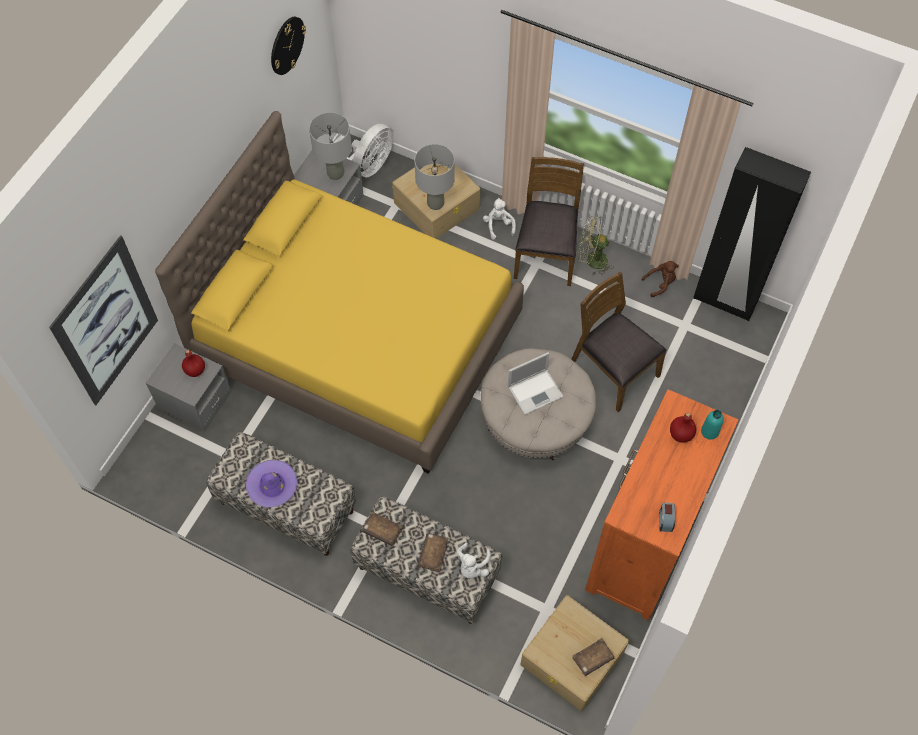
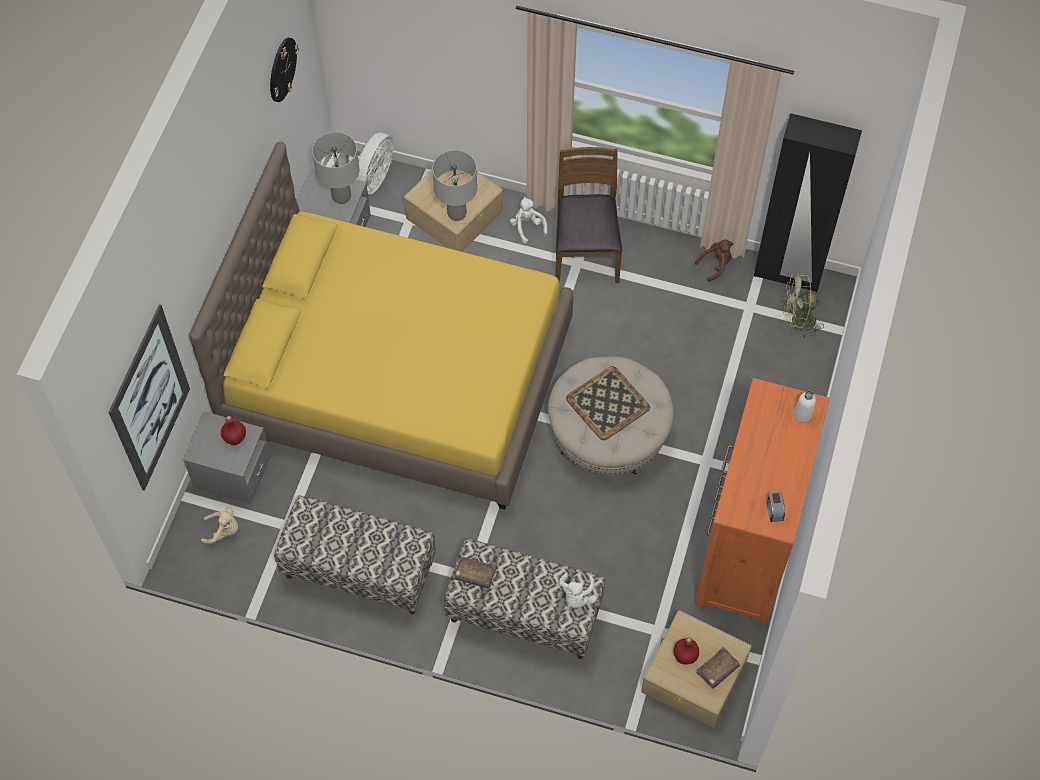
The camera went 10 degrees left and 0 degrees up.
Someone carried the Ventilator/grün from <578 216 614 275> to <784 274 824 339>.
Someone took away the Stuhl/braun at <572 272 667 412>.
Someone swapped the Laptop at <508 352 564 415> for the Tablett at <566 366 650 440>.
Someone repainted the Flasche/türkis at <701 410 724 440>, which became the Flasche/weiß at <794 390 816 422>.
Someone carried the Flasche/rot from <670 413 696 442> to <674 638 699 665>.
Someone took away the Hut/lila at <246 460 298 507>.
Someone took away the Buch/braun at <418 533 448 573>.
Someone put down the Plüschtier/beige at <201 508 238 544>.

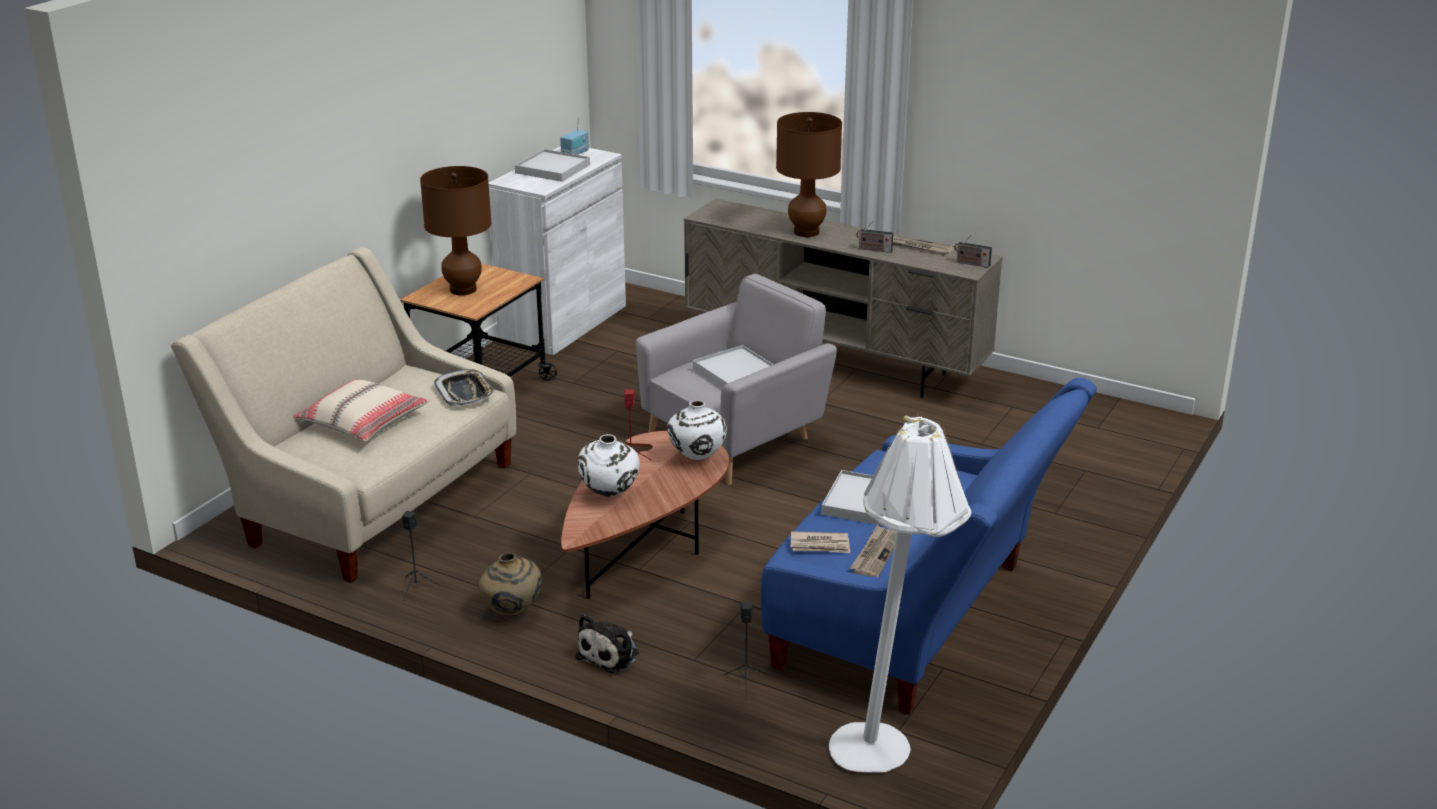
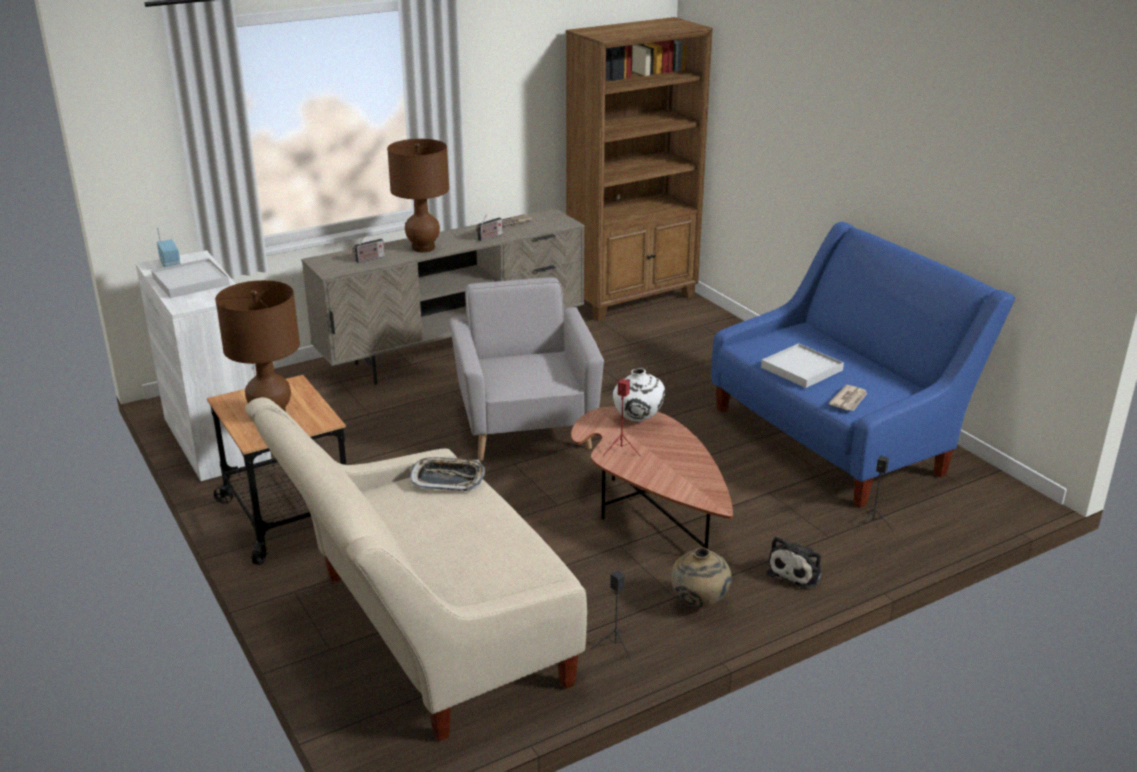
The camera went 60 degrees left and 0 degrees up.
Someone carried the Radio from <954 235 992 268> to <352 234 385 263>.
Someone took away the Tablett/weiß at <693 345 774 388>.
Someone took away the Kissen/beige at <293 379 429 442>.
Someone took away the Stehlampe/weiß at <829 415 971 773>.
Someone took away the Vase/weiß at <578 434 640 497>.
Someone took away the Zeitung at <850 525 896 577>.
Someone rotated the Plüschtier at <575 614 639 673> by 60 degrees clockwise.
Someone put down the Bücherregal/braun at <566 17 713 321>.

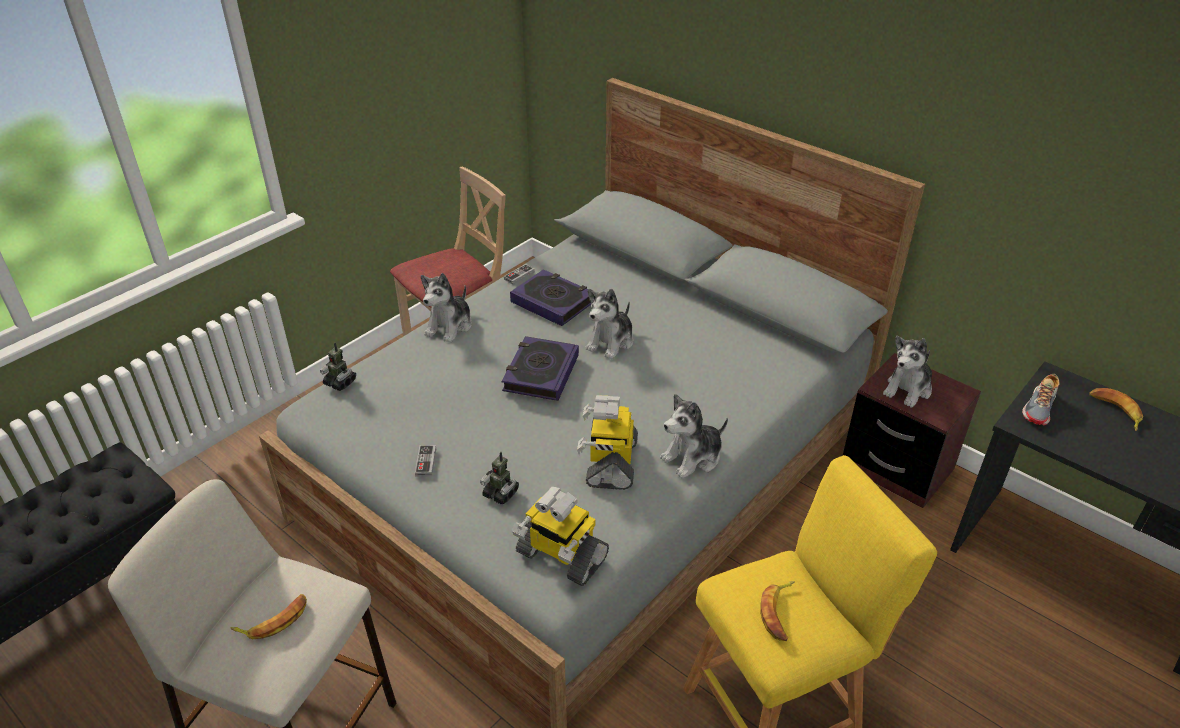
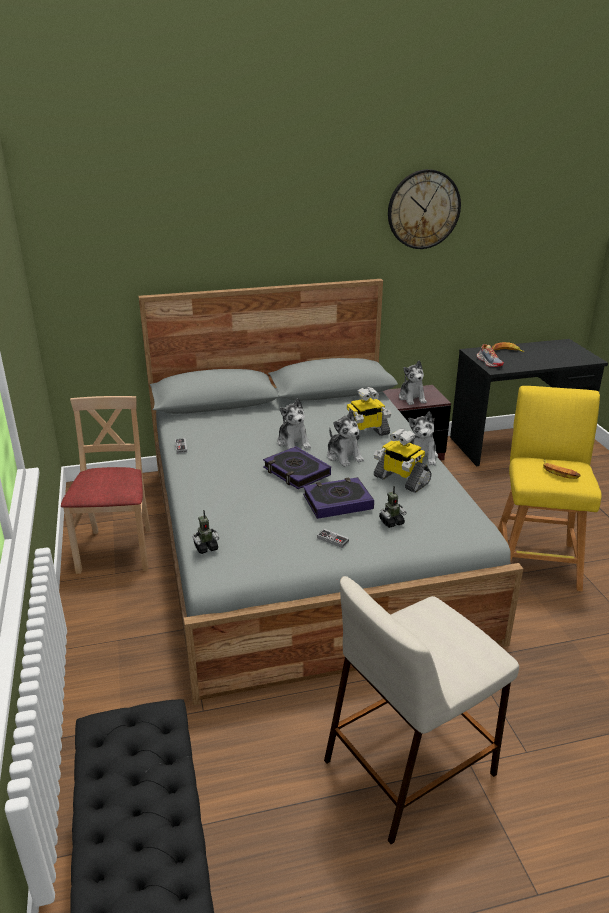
The camera went 55 degrees left and 10 degrees down.
Someone carried the Buch from <510 269 591 326> to <303 477 374 519>.
Someone carried the Plüschtier from <421 273 472 343> to <327 411 364 467>.
Someone carried the Spielzeugroboter from <512 486 609 586> to <344 387 391 440>.
Someone took away the Banane at <230 594 307 639>.
Someone put up the Wanduhr at <388 169 461 249>.

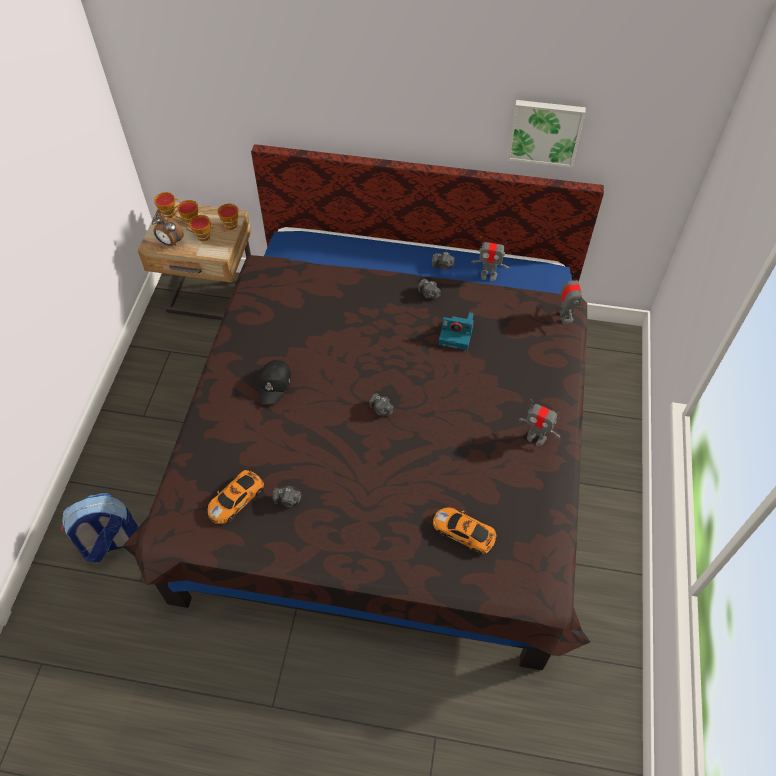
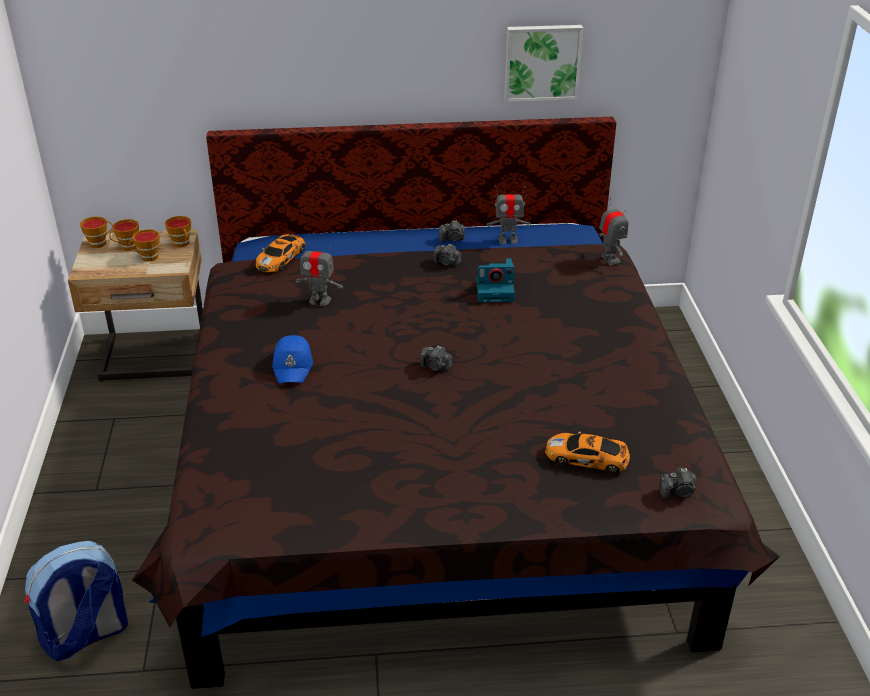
The camera went 15 degrees left and 20 degrees down.
Someone took away the Wecker at <152 214 184 246>.
Someone repainted the Kappe/schwarz at <258 360 291 405>, which became the Kappe/blau at <272 335 313 383>.
Someone carried the Spielzeugroboter from <519 399 560 446> to <295 240 343 306>.
Someone carried the Spielzeugauto from <208 470 264 524> to <256 234 305 272>.
Someone carried the Kamera from <273 486 301 507> to <659 468 697 499>.

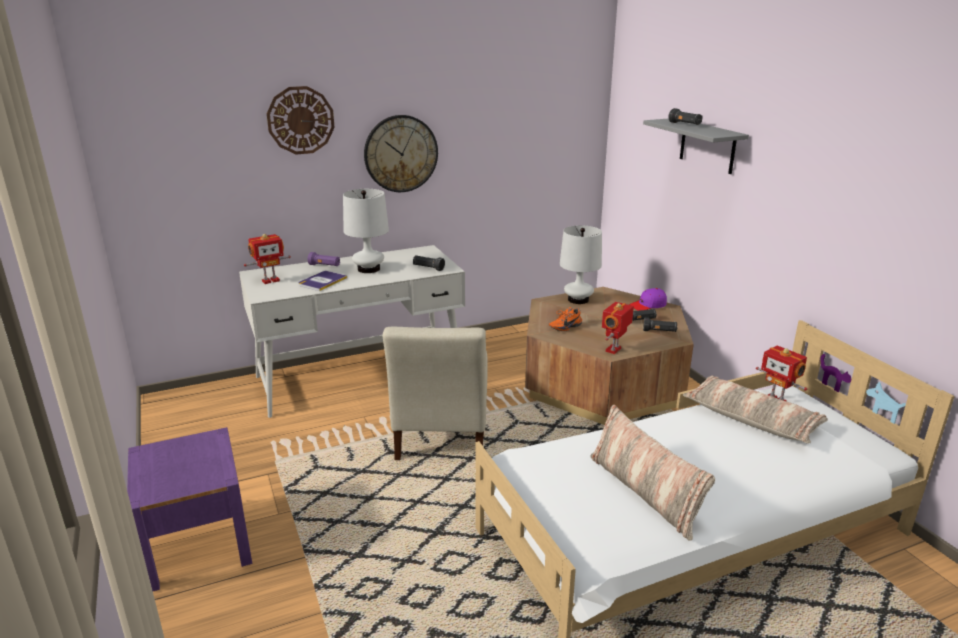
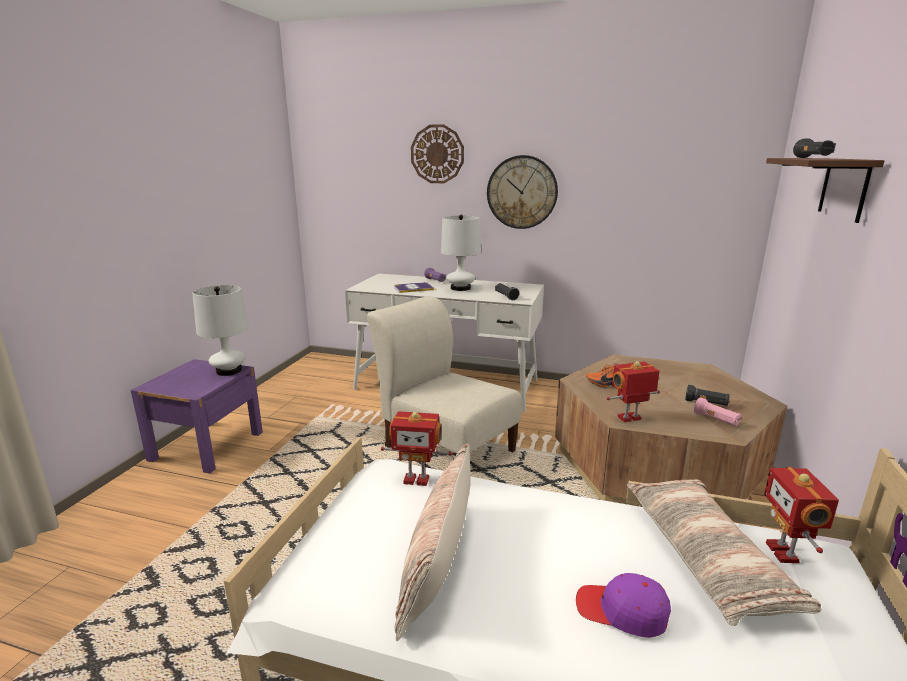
The camera went 40 degrees right and 5 degrees down.
Someone repainted the Wandregal/grau at <643 118 749 174>, which became the Wandregal/braun at <766 158 884 223>.
Someone carried the Tischlampe/weiß from <560 225 602 304> to <192 285 249 376>.
Someone carried the Spielzeugroboter from <244 234 291 284> to <381 411 452 486>.
Someone carried the Kappe/lila from <629 288 667 311> to <576 573 671 638>.
Someone repainted the Taschenlampe/schwarz at <643 318 677 332>, which became the Taschenlampe/rosa at <693 398 741 426>.
Someone rotated the Stuhl/beige at <382 327 488 460> by 90 degrees clockwise.

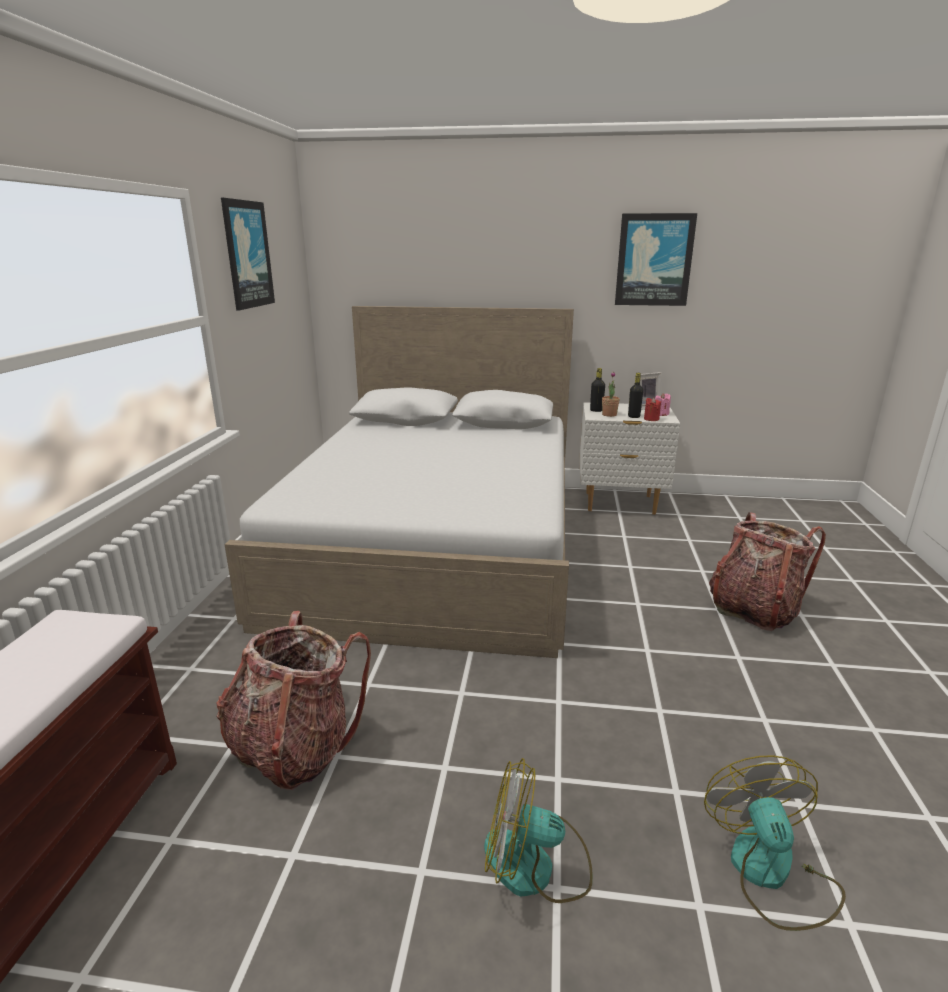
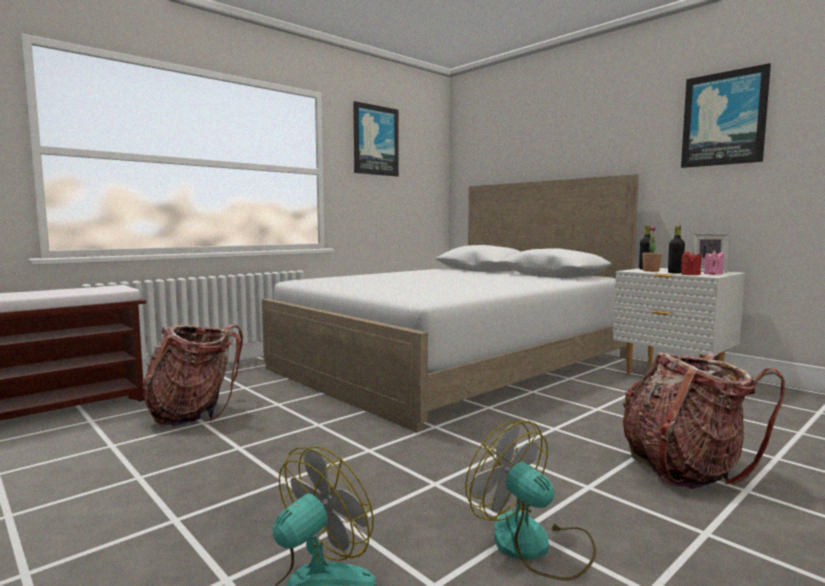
The camera went 40 degrees right and 15 degrees down.
Someone carried the Ventilator from <484 758 593 903> to <465 421 596 581>.

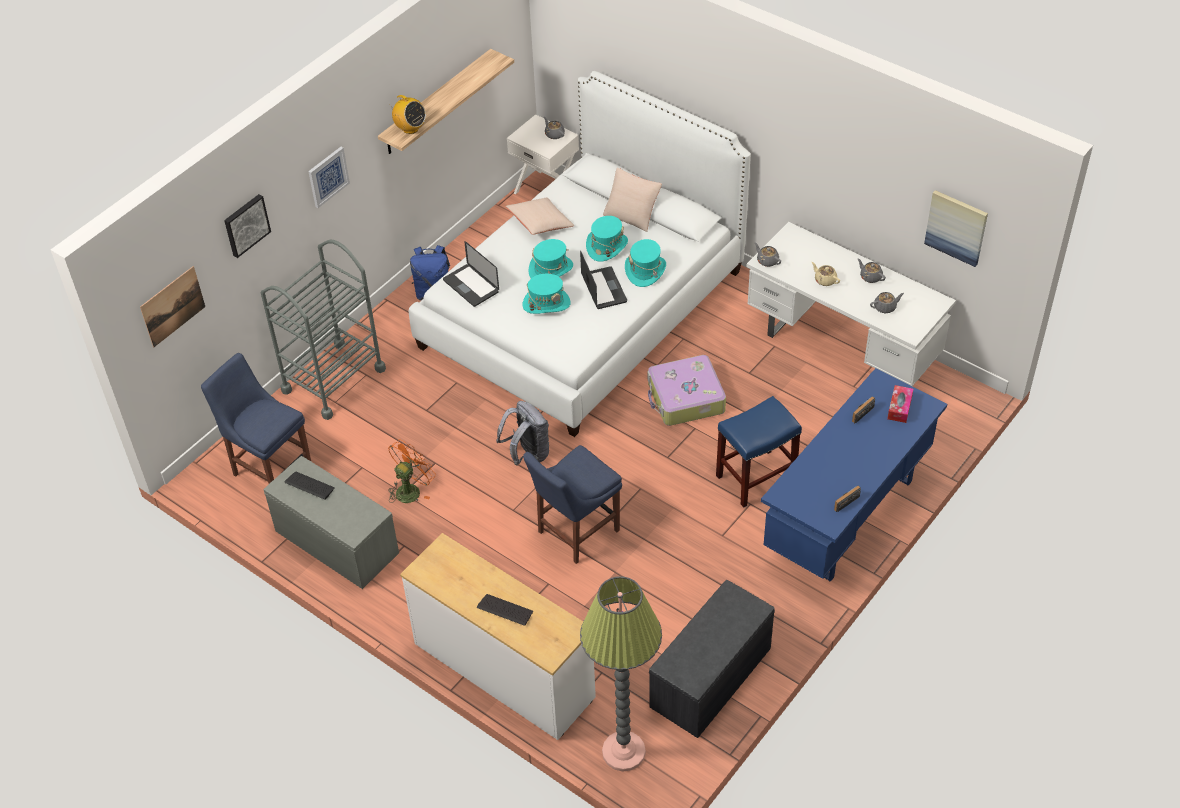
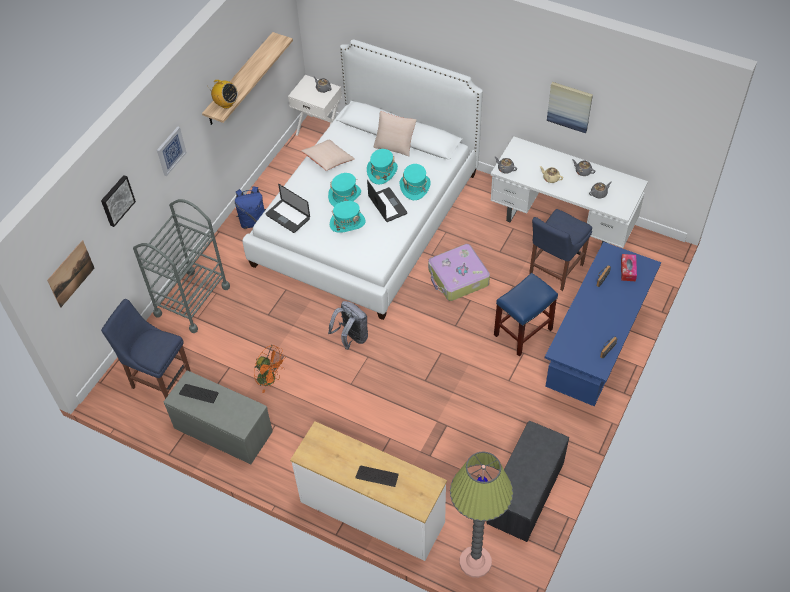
The camera went 10 degrees left and 5 degrees up.
Someone carried the Bild from <924 190 988 267> to <547 82 593 133>.
Someone rotated the Ventilator/orange at <388 439 436 503> by 90 degrees clockwise.
Someone carried the Stuhl/blau from <523 445 622 564> to <529 209 592 291>.

